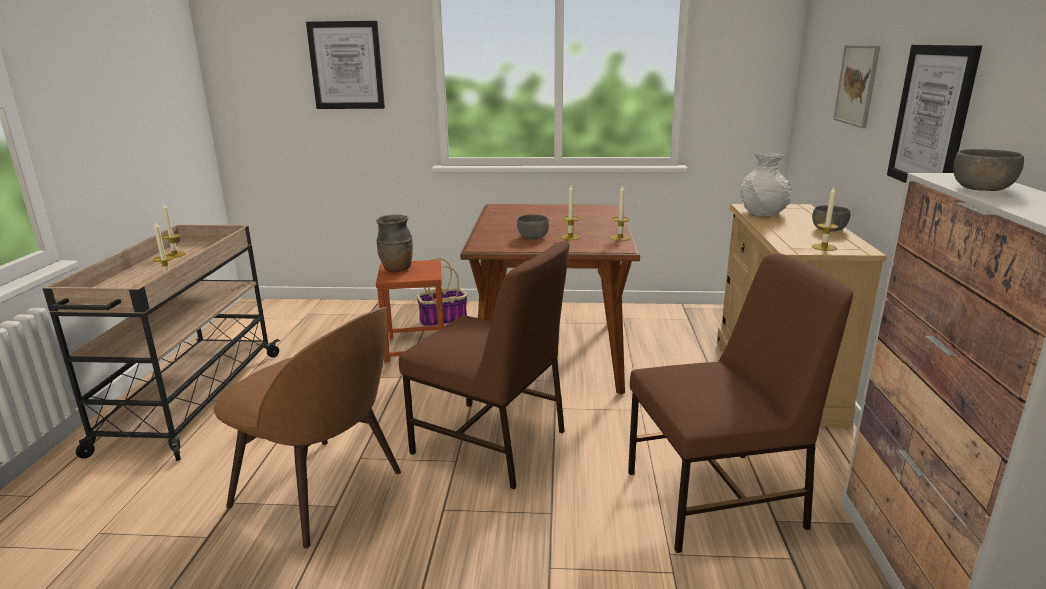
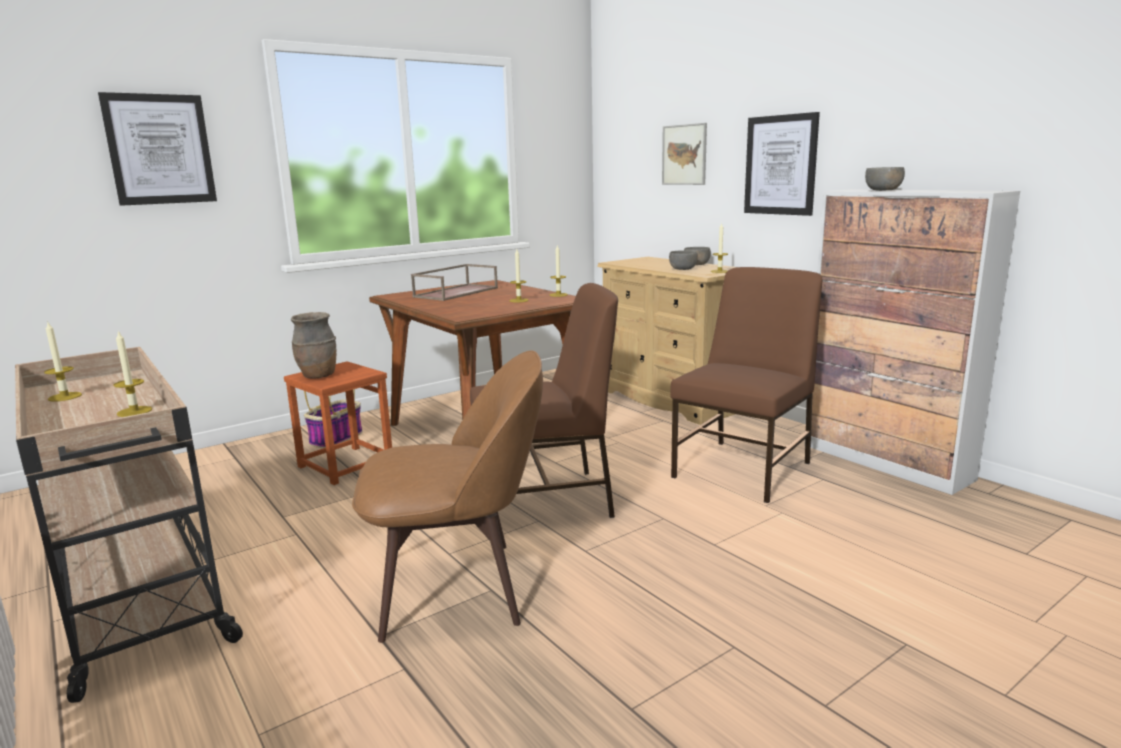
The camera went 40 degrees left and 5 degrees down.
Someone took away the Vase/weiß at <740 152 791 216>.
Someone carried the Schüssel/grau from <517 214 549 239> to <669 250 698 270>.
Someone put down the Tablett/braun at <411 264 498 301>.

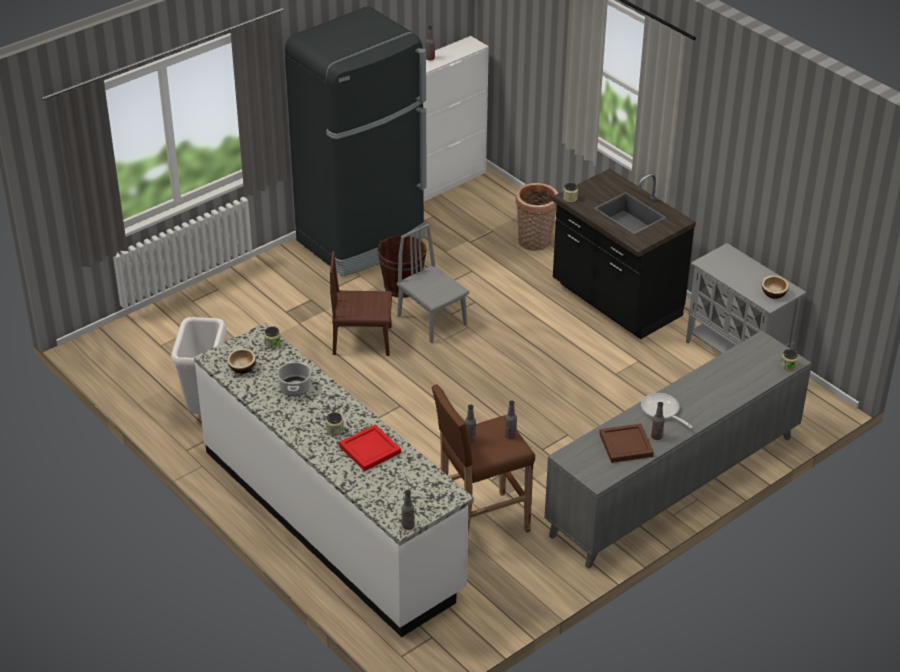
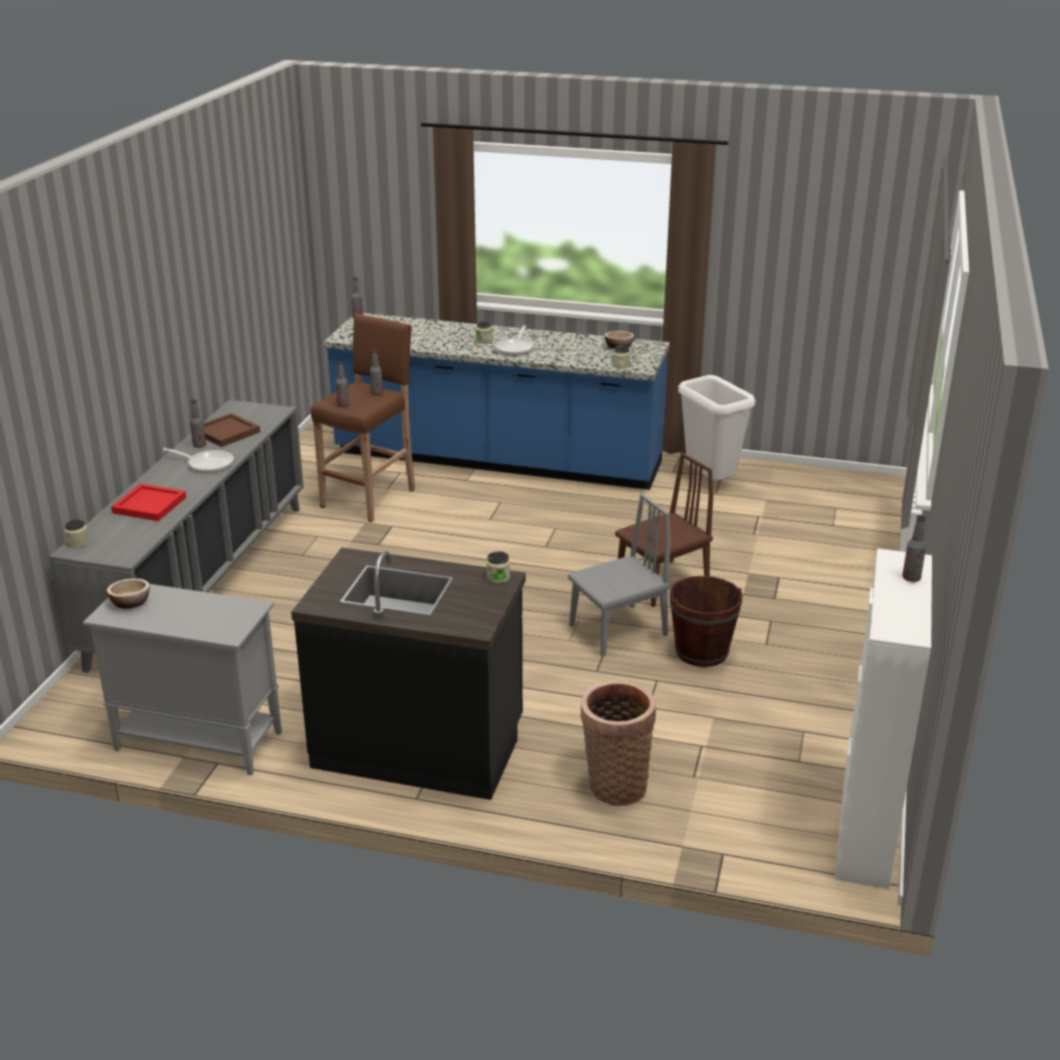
The camera went 145 degrees right and 10 degrees down.
Someone took away the Kühlschrank/schwarz at <285 7 427 276>.
Someone rotated the Stuhl/grau at <397 224 469 343> by 45 degrees counterclockwise.
Someone repainted the Küchenzeile/weiß at <194 323 474 637>, which became the Küchenzeile/blau at <324 313 670 490>.
Someone took away the Kochtopf at <277 359 311 396>.
Someone carried the Tablett/rot from <339 424 401 472> to <111 484 186 521>.
Someone put down the Pfanne at <495 325 534 356>.

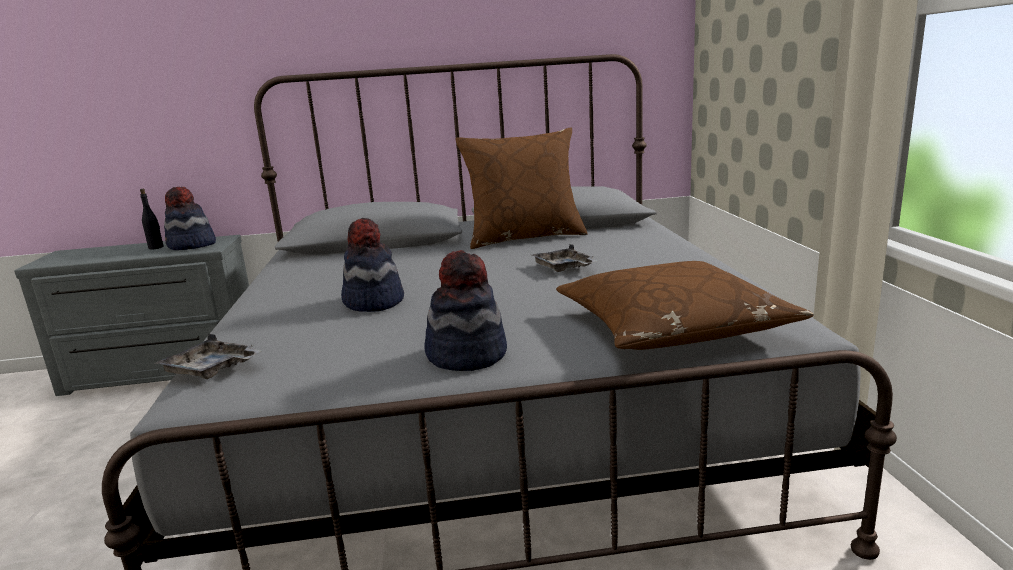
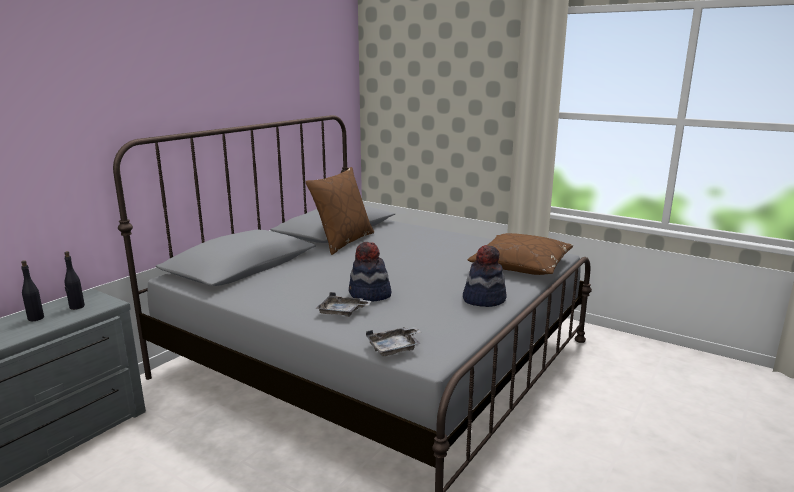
The camera went 50 degrees left and 0 degrees up.
Someone swapped the Hut at <164 187 216 250> for the Flasche/schwarz at <64 251 85 310>.
Someone carried the Tablett/grau from <532 244 597 272> to <315 292 372 317>.

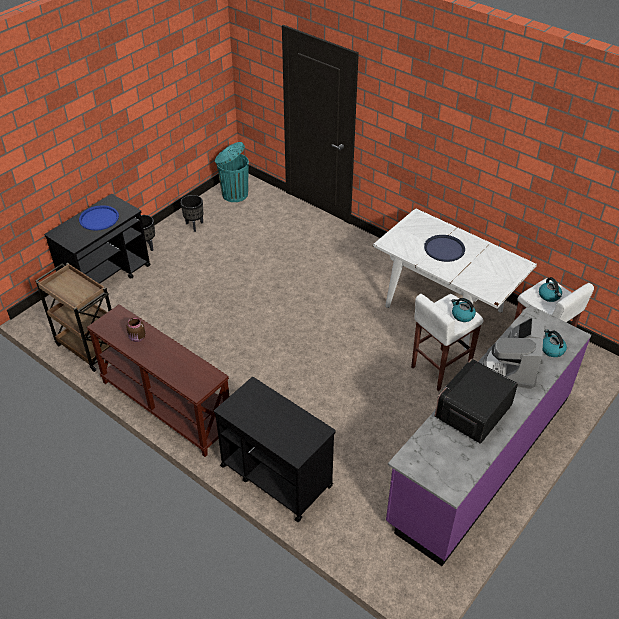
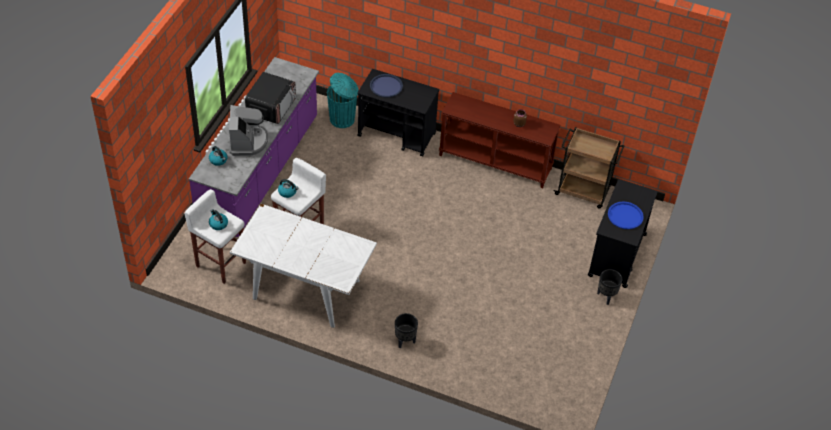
The camera went 160 degrees right and 5 degrees up.
Someone carried the Mülleimer/türkis from <215 142 249 202> to <327 73 359 128>.
Someone carried the Pflanzkübel/schwarz from <181 195 203 232> to <395 313 418 348>.
Someone carried the Tablett/blau from <424 235 465 262> to <370 74 403 97>.

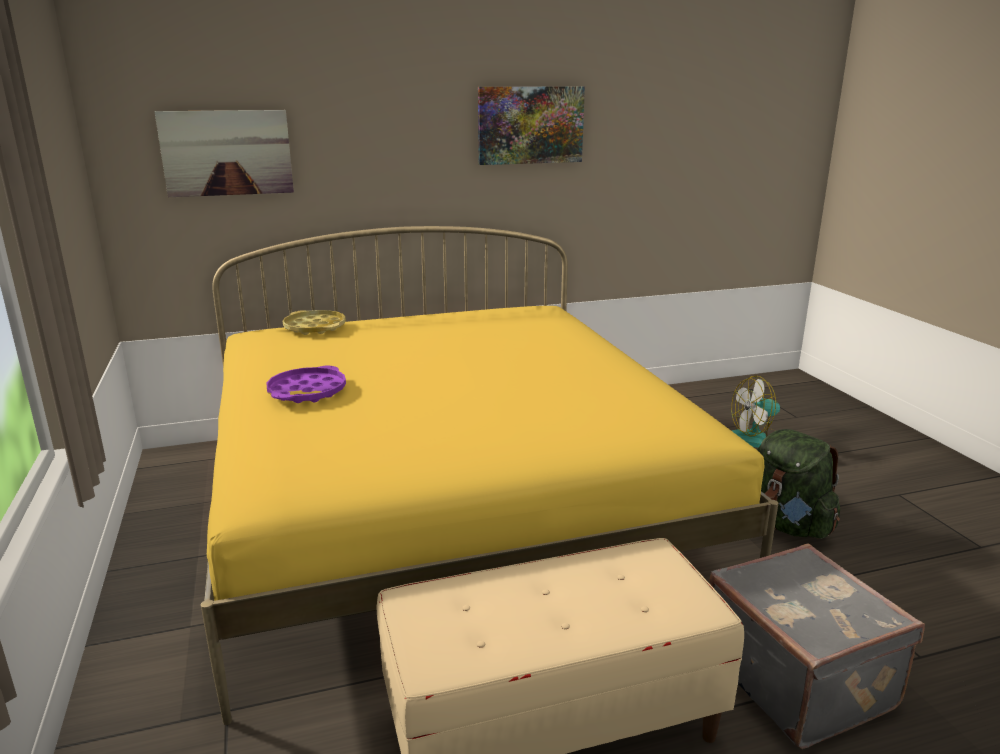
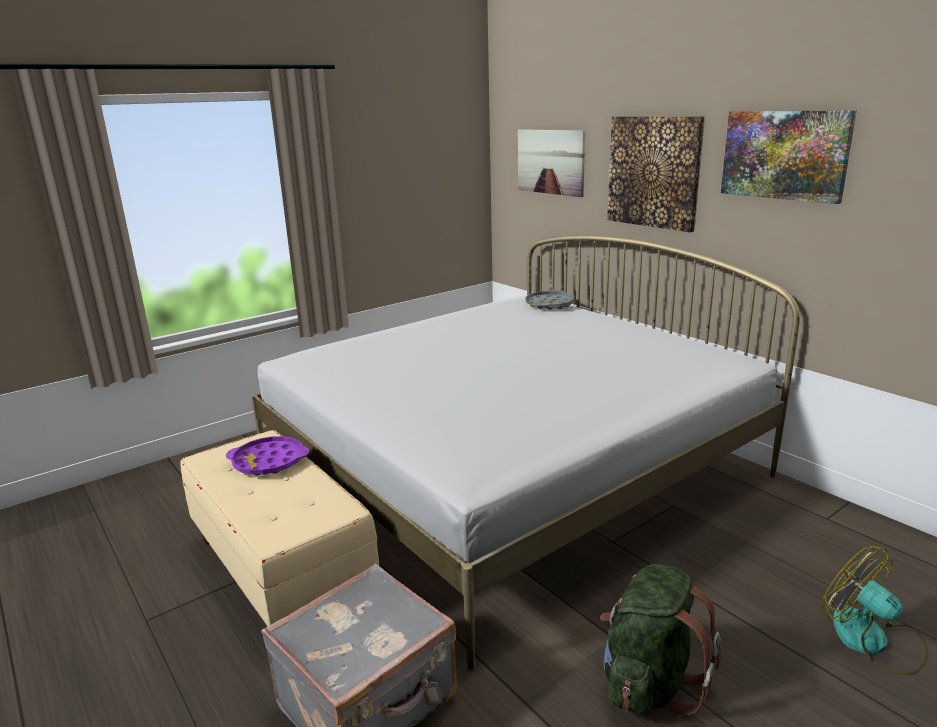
The camera went 70 degrees right and 0 degrees up.
Someone repainted the Bett/gelb at <201 226 778 725>, which became the Bett/weiß at <251 235 800 670>.
Someone repainted the Tablett/gelb at <283 310 346 335>, which became the Tablett/grau at <526 290 575 310>.
Someone carried the Tablett/lila from <266 366 346 403> to <226 436 309 475>.
Someone put up the Bild at <607 116 705 232>.

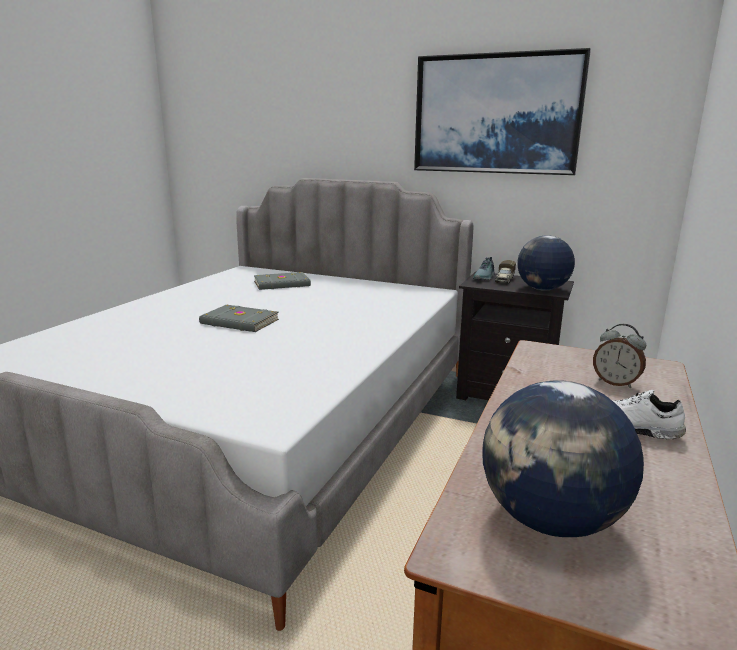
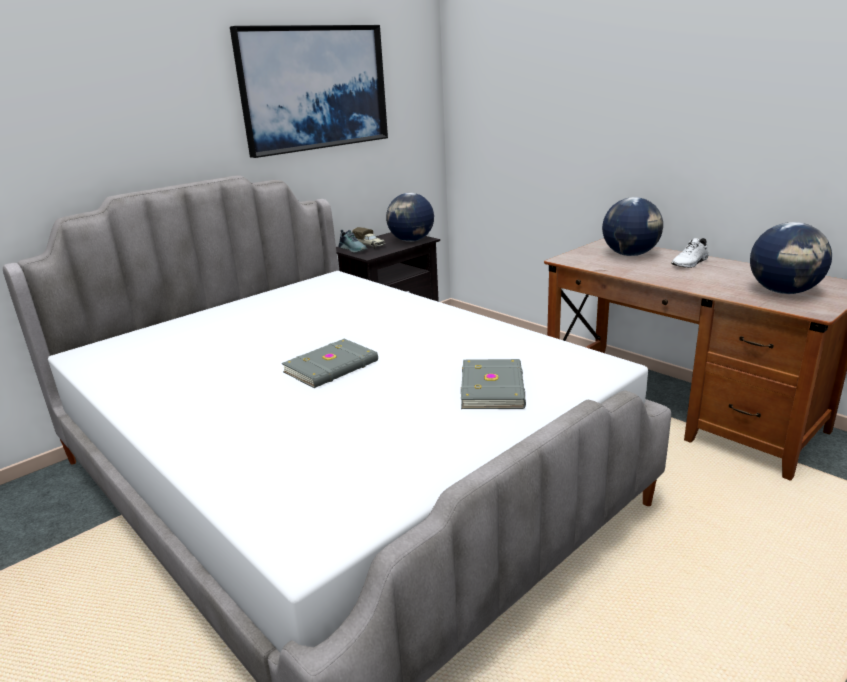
The camera went 65 degrees left and 5 degrees up.
Someone carried the Buch/grau from <254 272 311 290> to <461 359 526 409>.
Someone swapped the Wecker at <593 324 646 388> for the Globus at <602 197 663 256>.

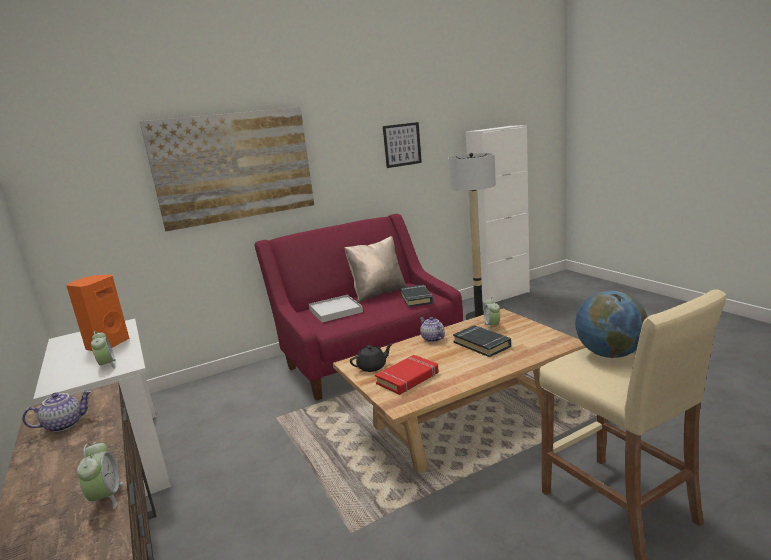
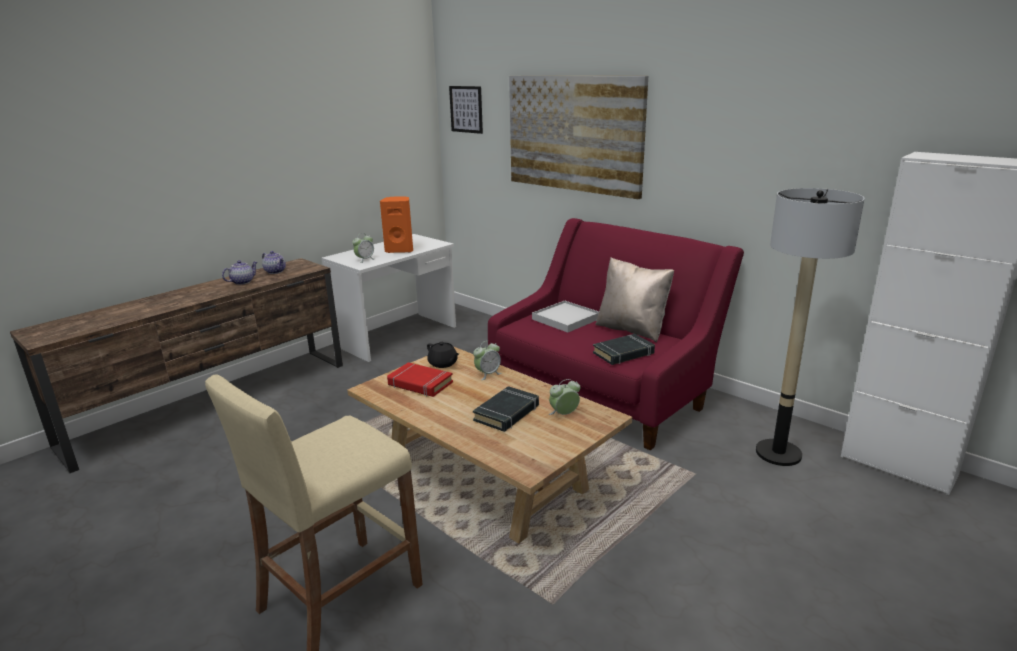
The camera went 70 degrees right and 5 degrees up.
Someone carried the Bild from <383 122 422 168> to <449 86 483 134>.
Someone took away the Globus at <575 290 647 358>.
Someone carried the Teekanne from <420 317 445 342> to <222 260 257 285>.
Someone carried the Wecker from <77 442 123 509> to <473 341 502 380>.

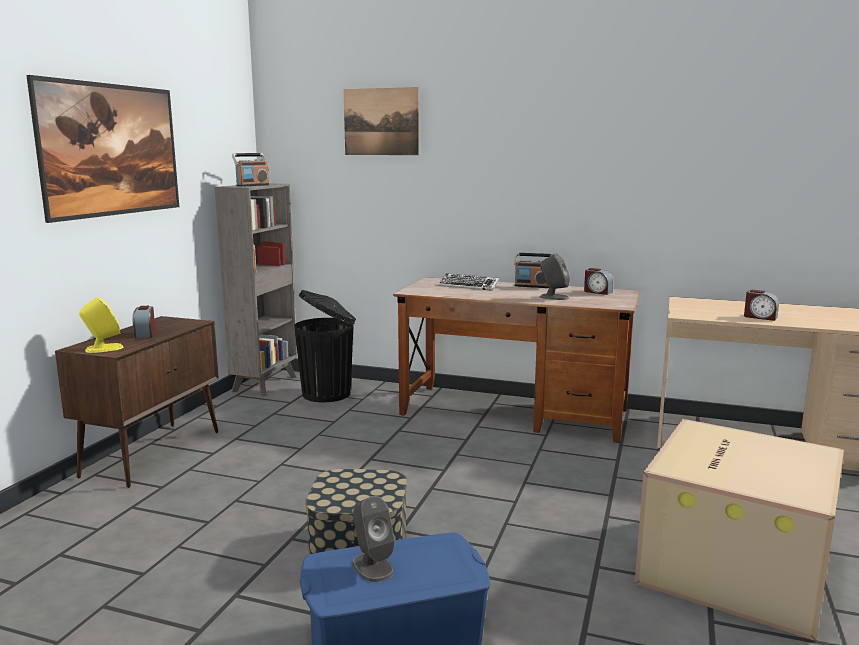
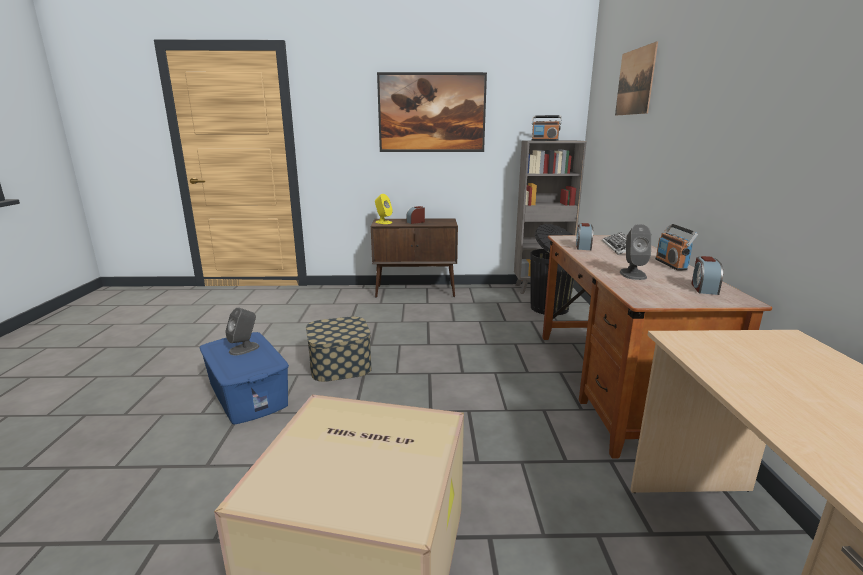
The camera went 70 degrees right and 5 degrees up.
Someone carried the Wecker from <744 290 779 321> to <576 223 593 250>.

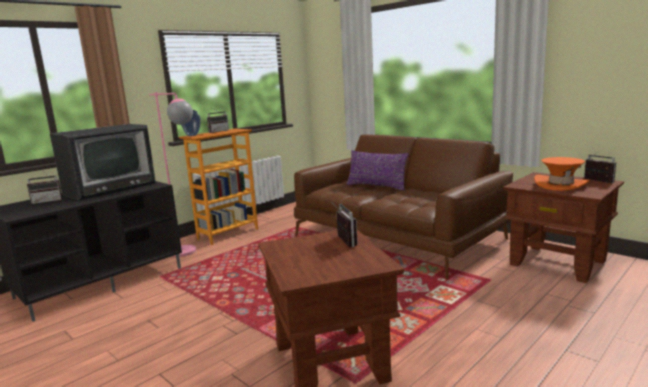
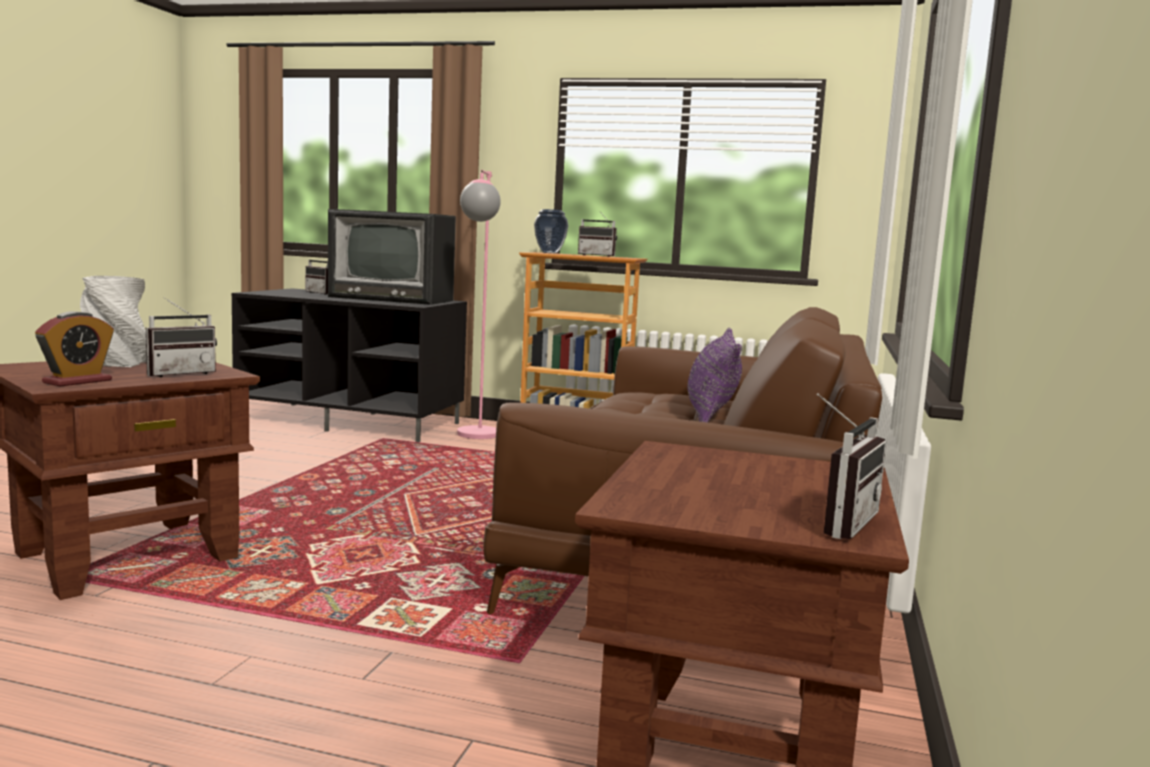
The camera went 60 degrees right and 5 degrees down.
Someone took away the Hut/orange at <534 157 590 191>.
Someone put down the Vase/grau at <80 276 147 367>.
Someone put down the Wecker at <35 311 114 387>.

